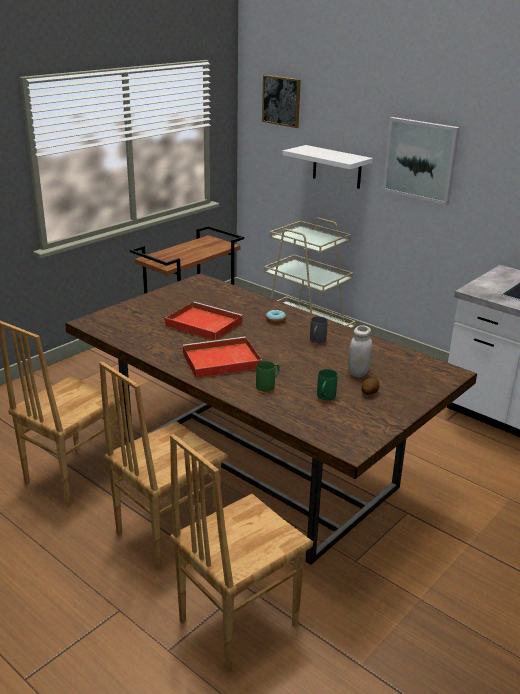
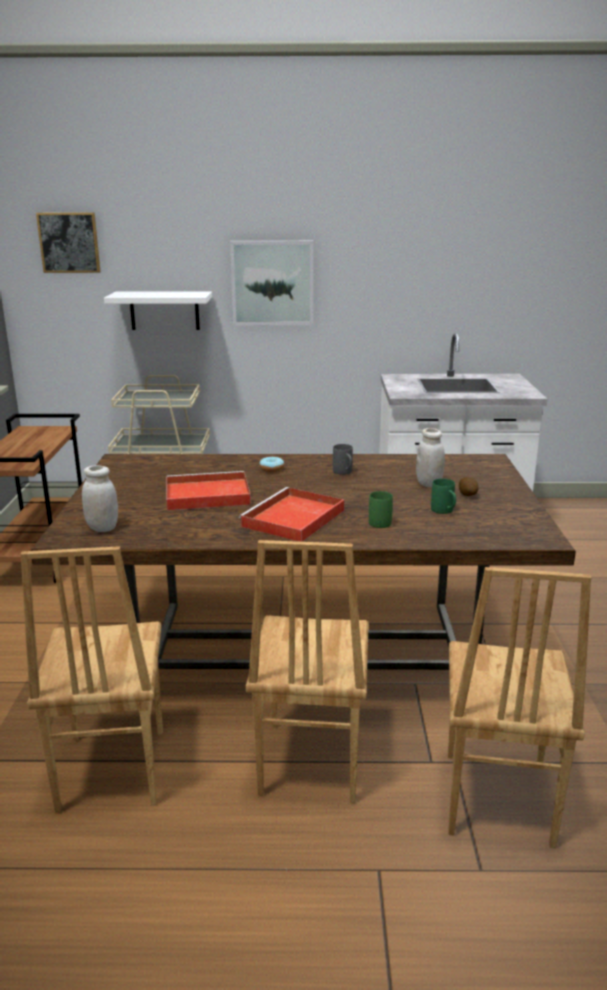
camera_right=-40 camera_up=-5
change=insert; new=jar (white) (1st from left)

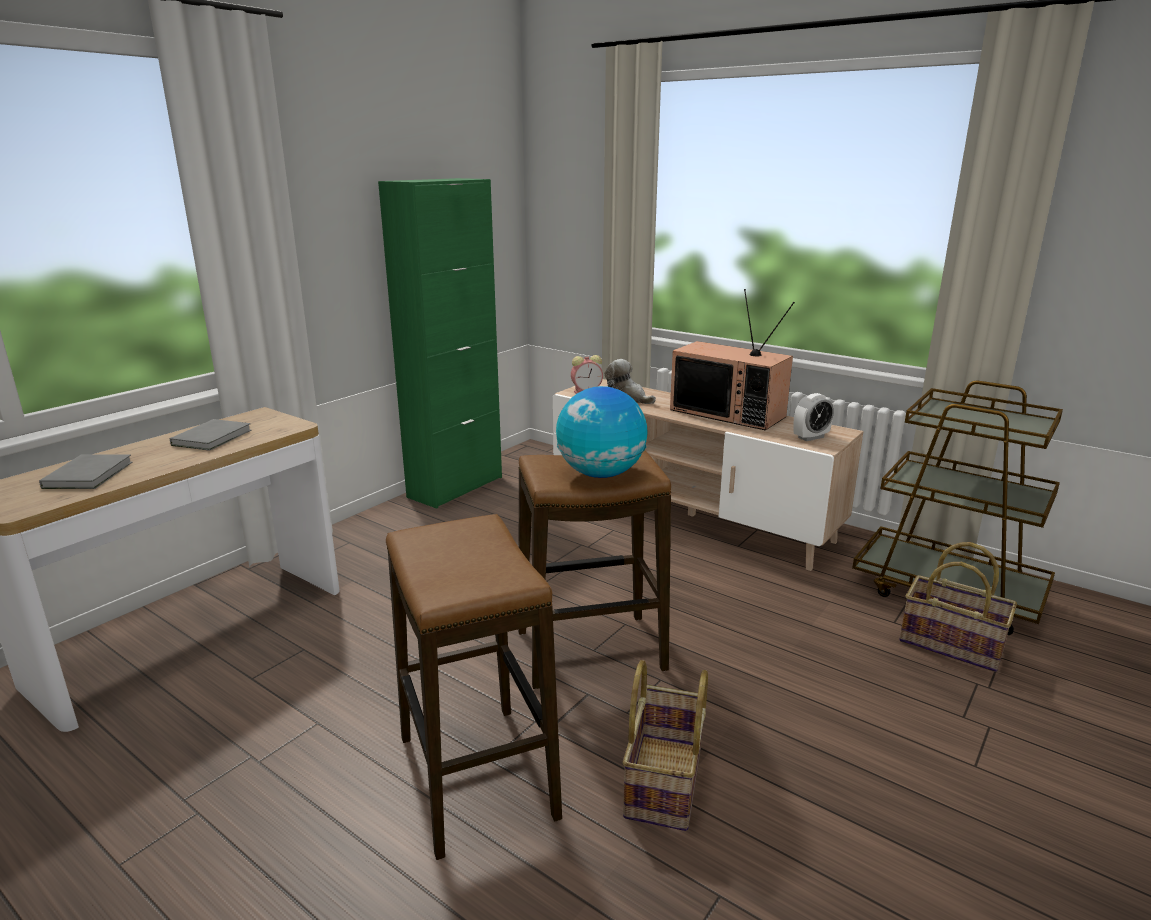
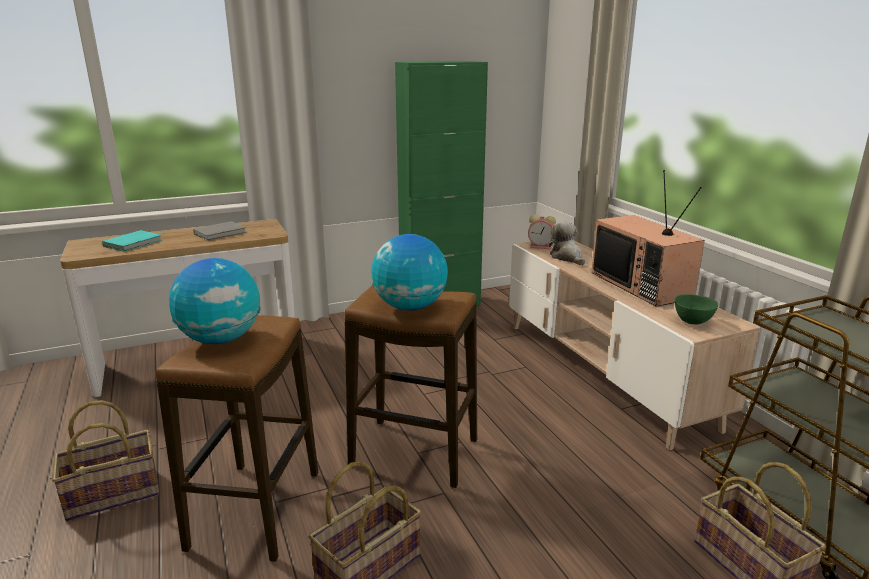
camera_right=30 camera_up=0
change=replace; old=table clock (2nd from left); new=deep dish (greenish)
change=recolor; old=bound book (grey) (1st from left); new=bound book (blue-green)
change=insert; new=globe (1st from left)
change=insert; new=household basket (1st from left)

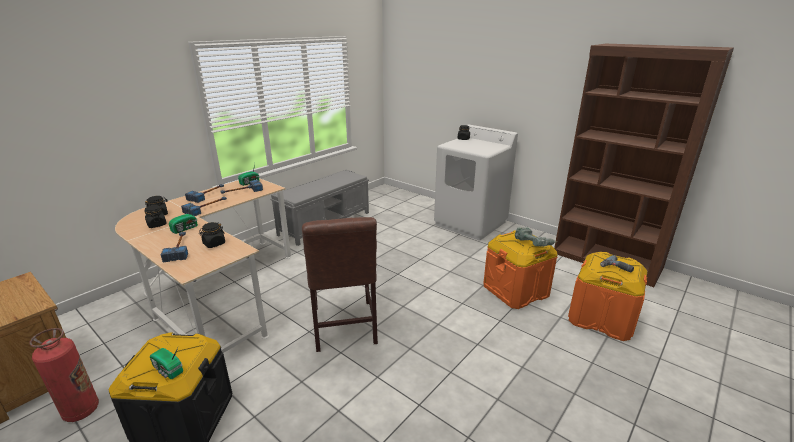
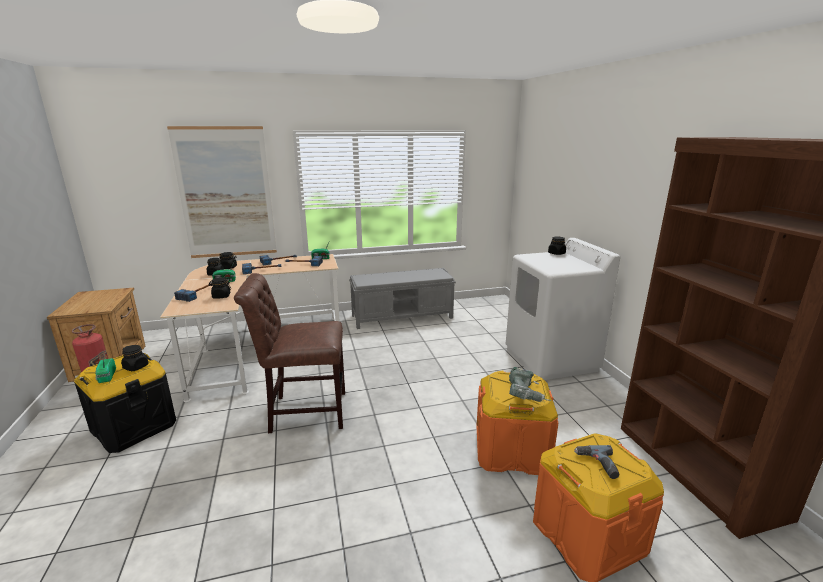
camera_right=35 camera_up=-5
change=rotate; old=plain chair (brown); degrees=60
change=insert; new=wall art
change=insert; new=jar (black) (1st from left)

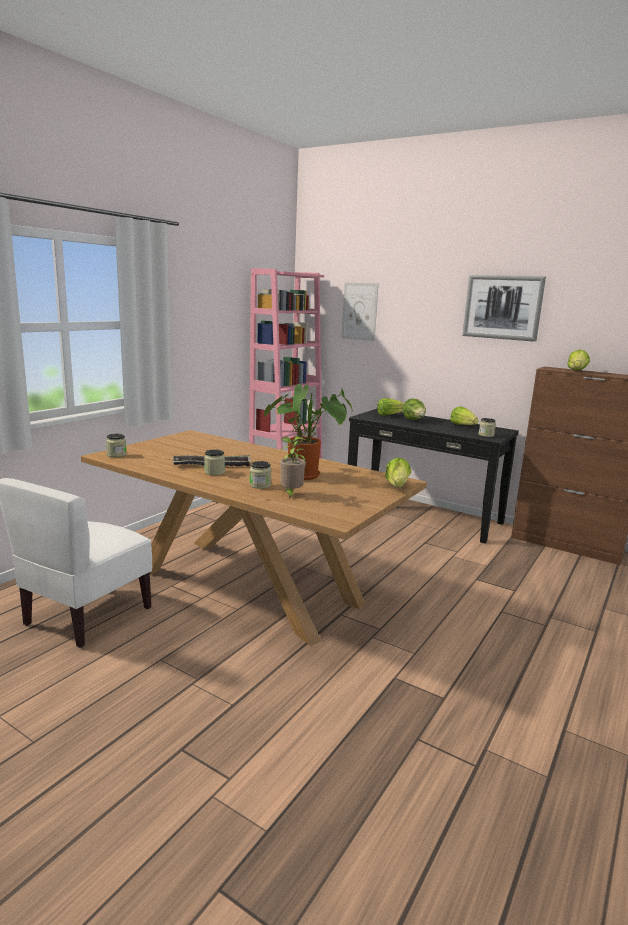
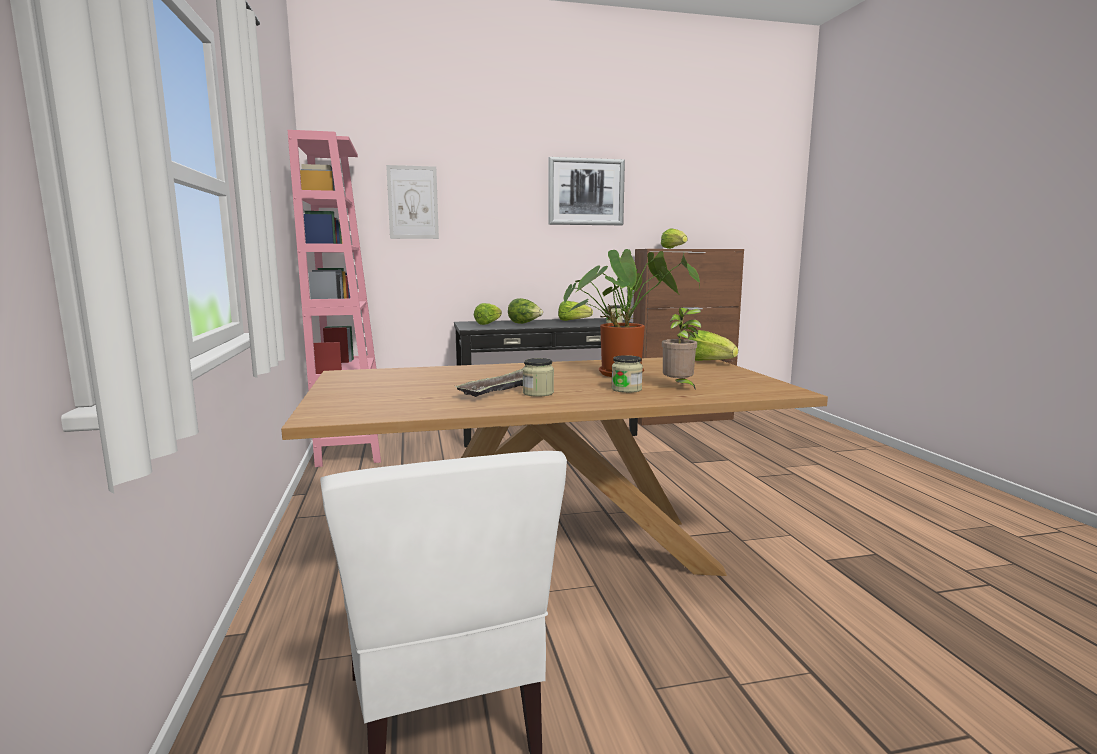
camera_right=-45 camera_up=-5
change=delete; old=jar (1st from left)

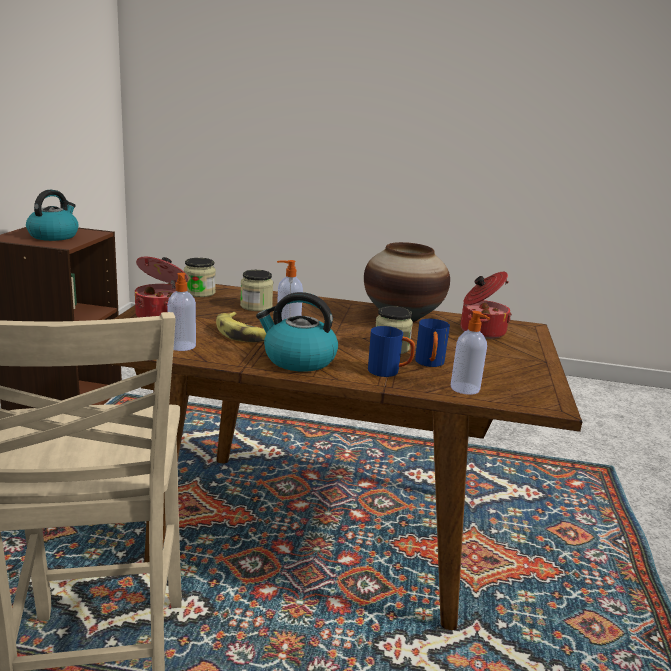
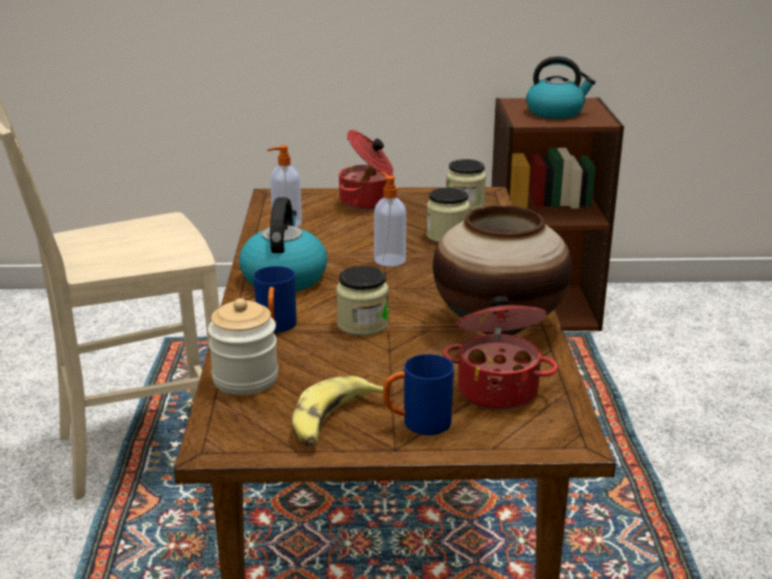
camera_right=80 camera_up=5
change=replace; old=liquid soap bottle (3rd from left); new=jar (1st from left)
change=move; old=banana fruit
change=move; old=tea mug (blue) (2nd from left)

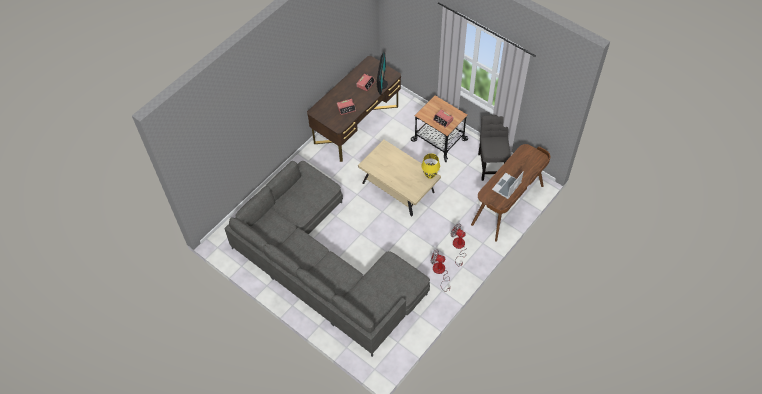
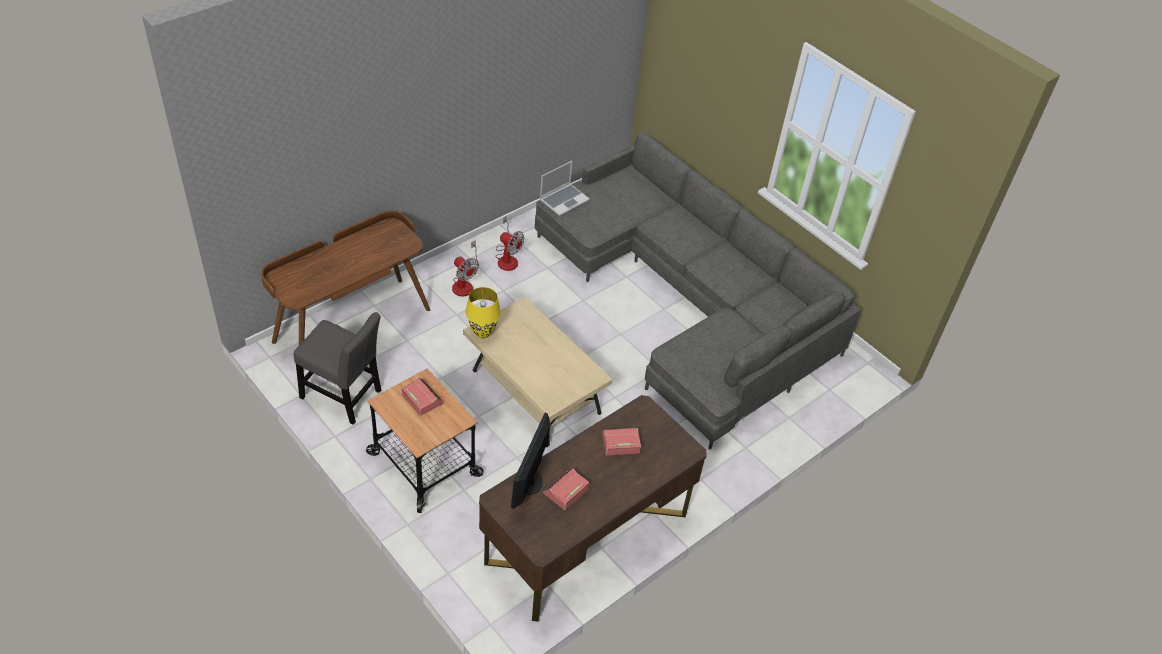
camera_right=-175 camera_up=-10
change=rotate; old=plain chair (grey); degrees=-75
change=move; old=notebook computer

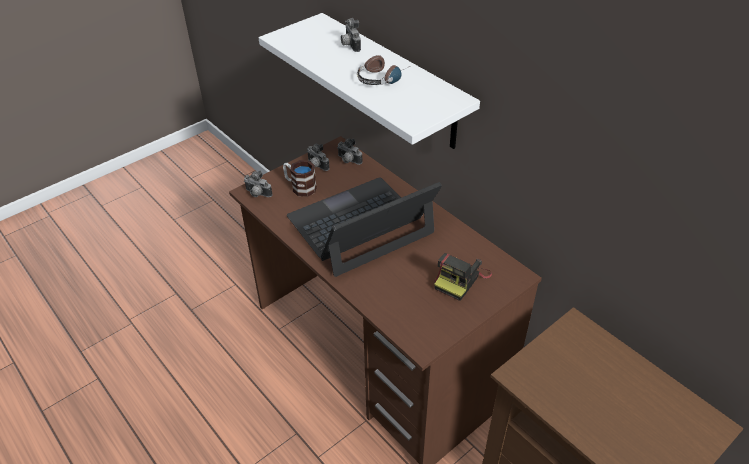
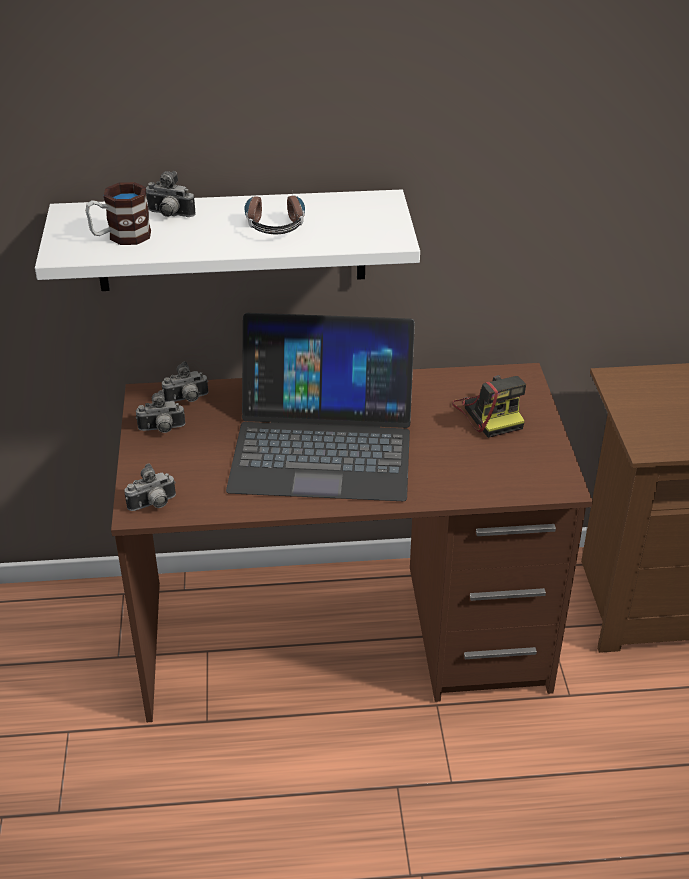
camera_right=-55 camera_up=-5
change=move; old=tea mug
change=rotate; old=notebook computer; degrees=-90

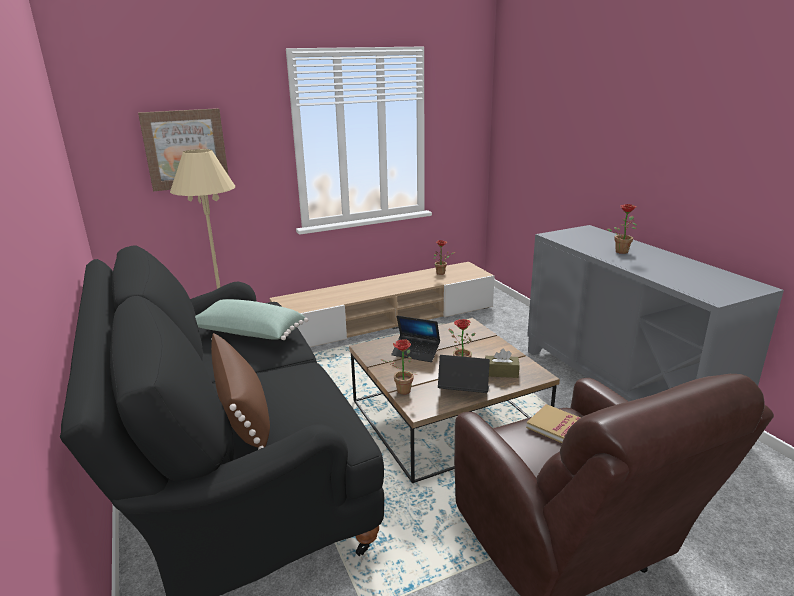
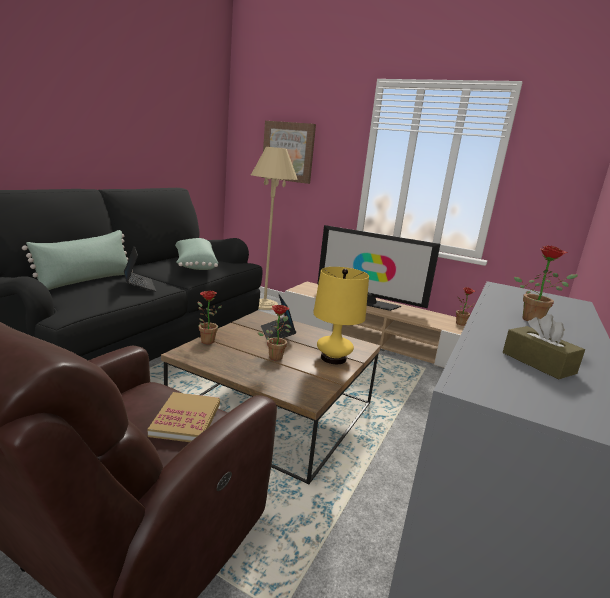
camera_right=50 camera_up=-5
change=recolor; old=pillow (brown); new=pillow (greenish) (1st from left)
change=move; old=tissue box (brown)
change=move; old=notebook computer (2nd from left in the first image); new=notebook computer (1st from left)
change=insert; new=TV
change=insert; new=lamp for a table (yellow)

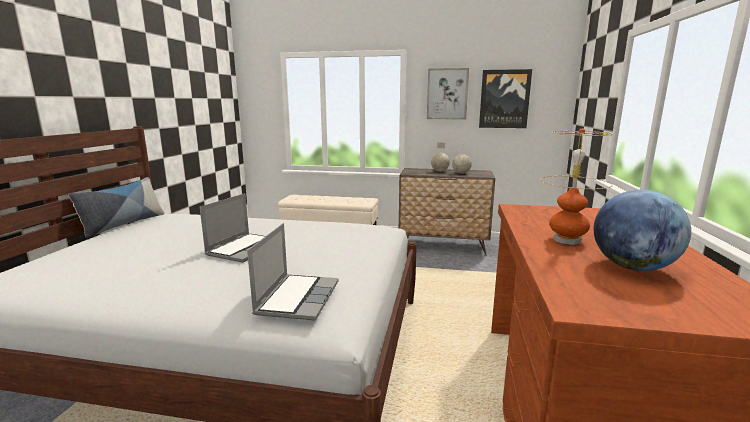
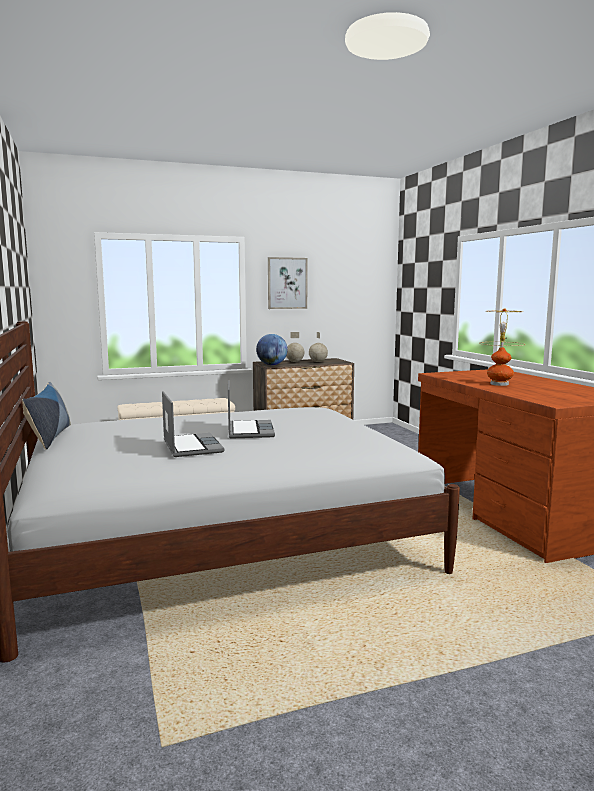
camera_right=-30 camera_up=-5
change=delete; old=wall art (2nd from left)
change=move; old=globe (3rd from left in the first image); new=globe (1st from left)
change=move; old=notebook computer (2nd from left in the first image); new=notebook computer (1st from left)

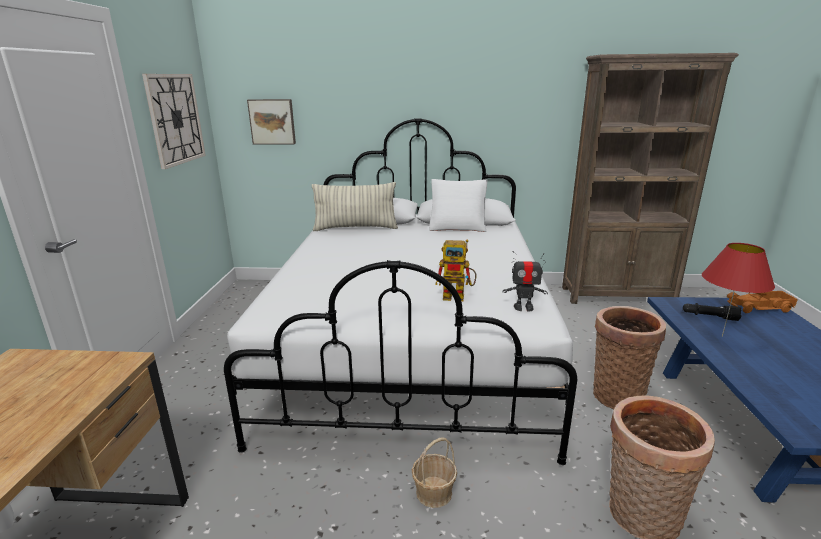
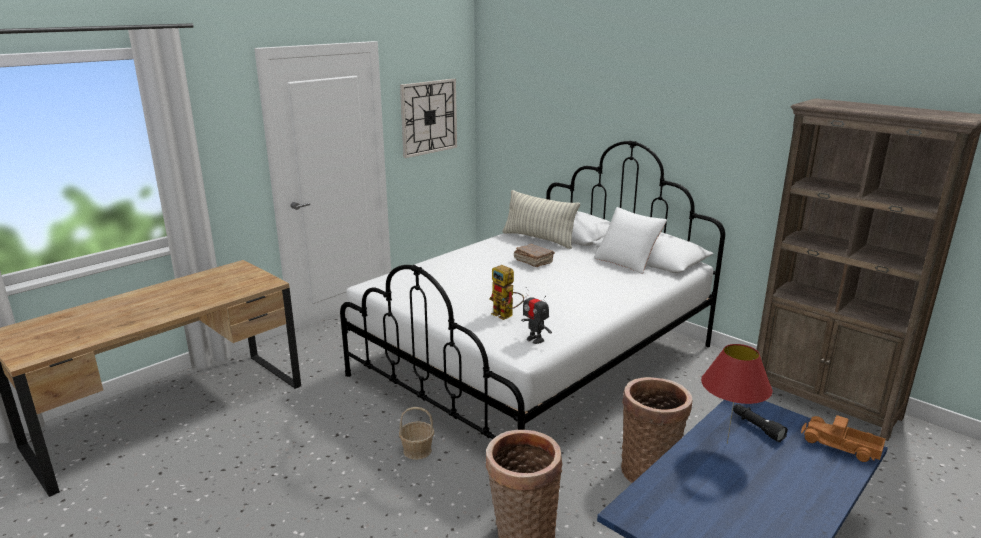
camera_right=40 camera_up=0
change=delete; old=wall art
change=insert; new=bound book (brown)

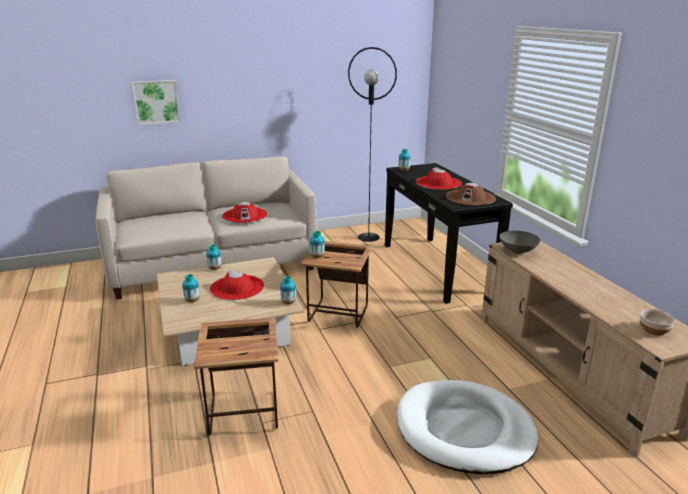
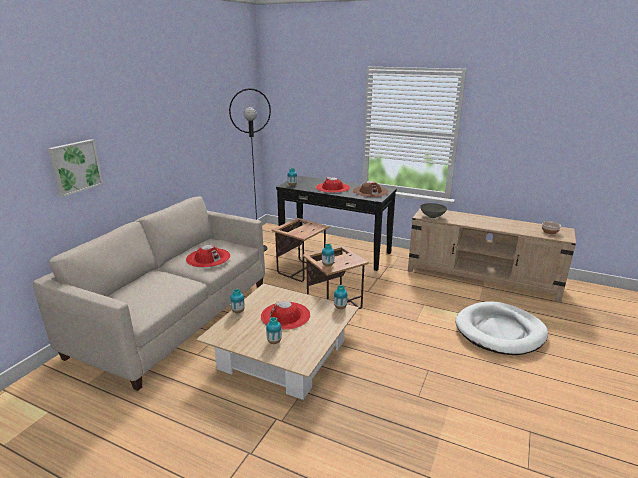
camera_right=-45 camera_up=0
change=move; old=accent table (1st from left)

